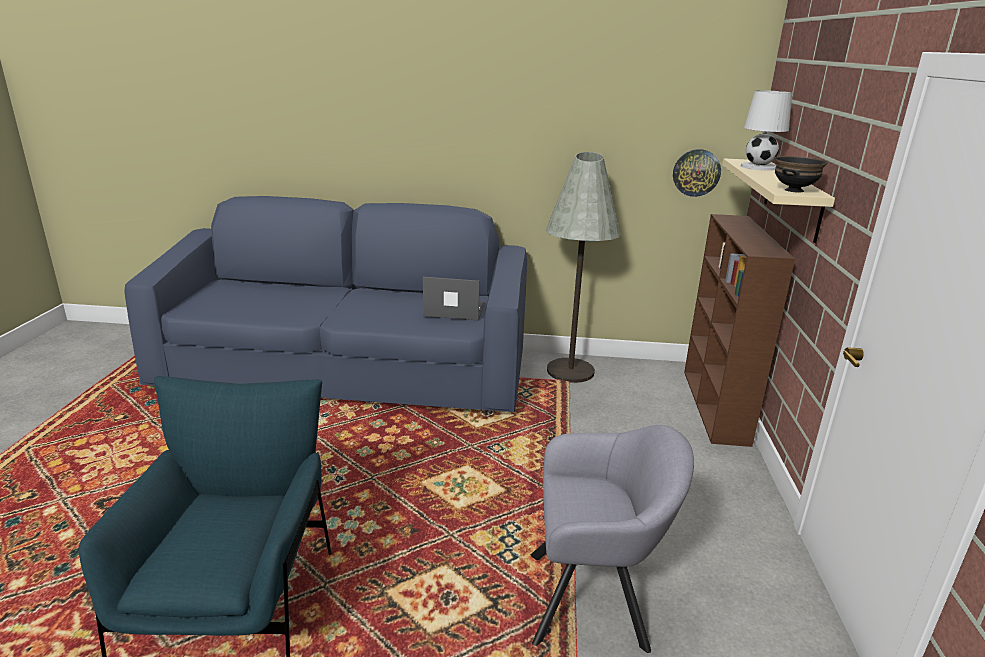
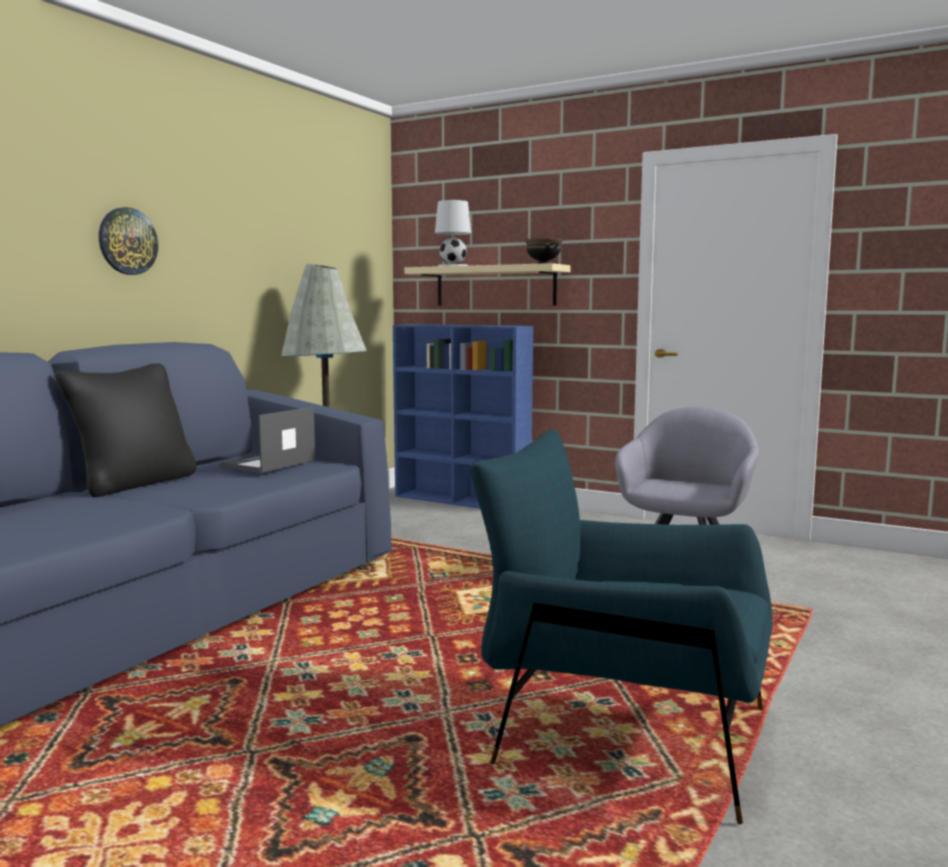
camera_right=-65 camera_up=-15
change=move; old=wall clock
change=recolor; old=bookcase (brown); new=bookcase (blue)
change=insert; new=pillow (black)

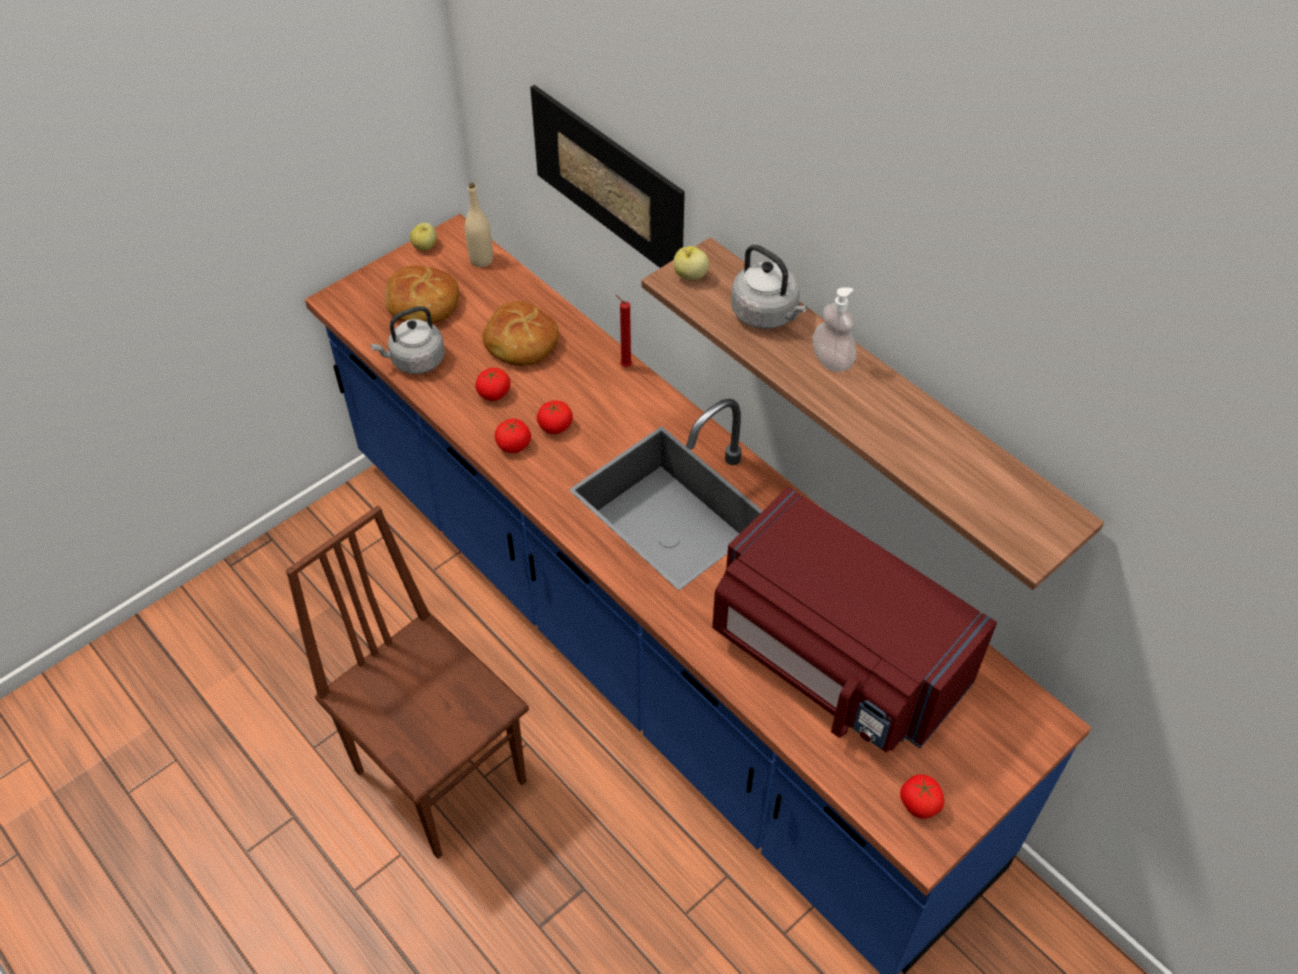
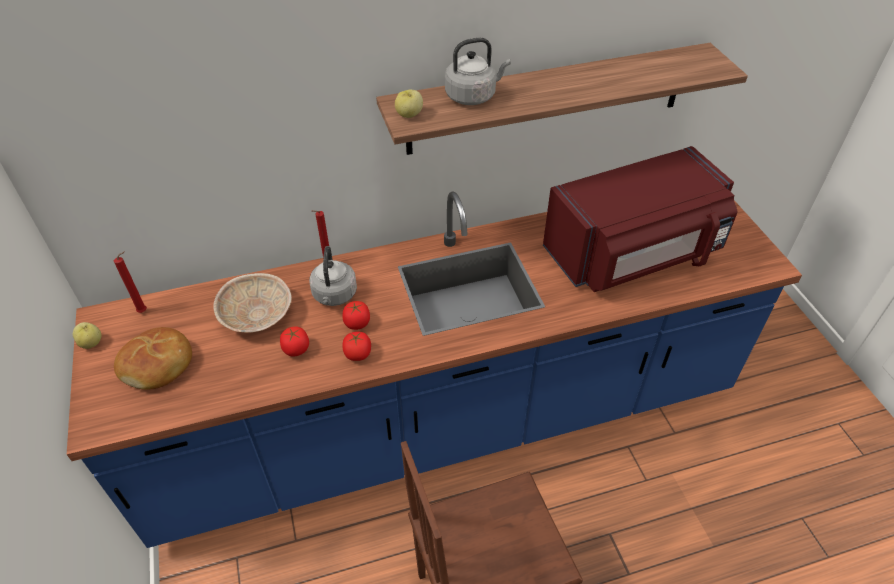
camera_right=-65 camera_up=-5
change=delete; old=wall art
change=replace; old=beverage bottle (beige); new=wax light (reddish) (1st from left)
change=delete; old=liquid soap bottle
change=replace; old=baked bread (2nd from left); new=deep dish (beige)
change=move; old=tea kettle (grey) (1st from left)
change=delete; old=tomato (4th from left)

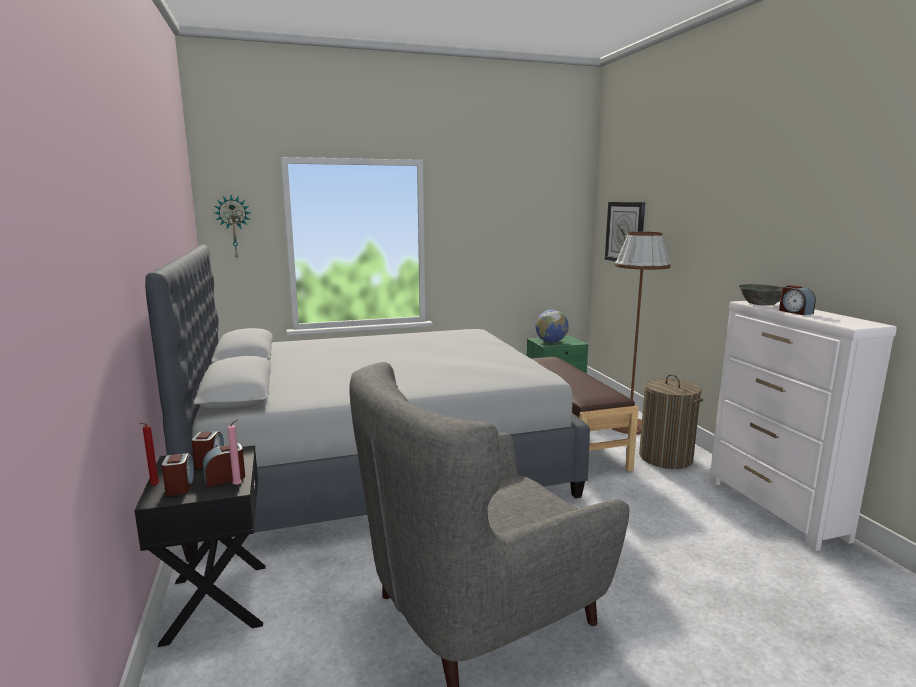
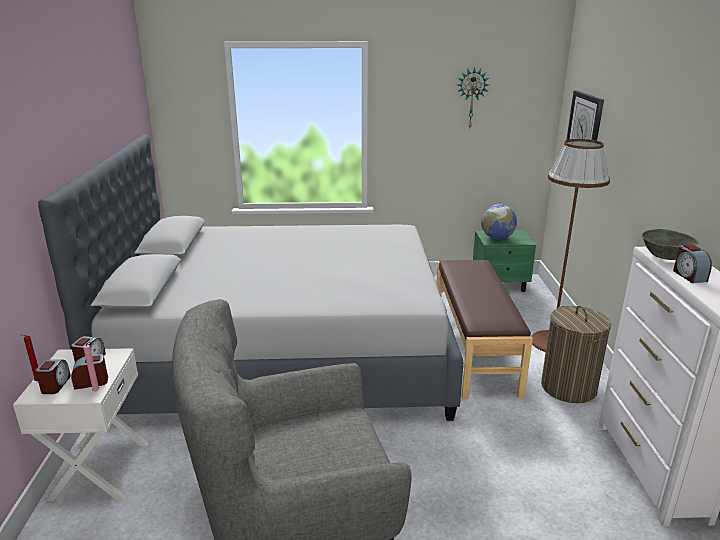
camera_right=15 camera_up=10
change=move; old=wall clock (1st from left)
change=recolor; old=night table (black); new=night table (white)

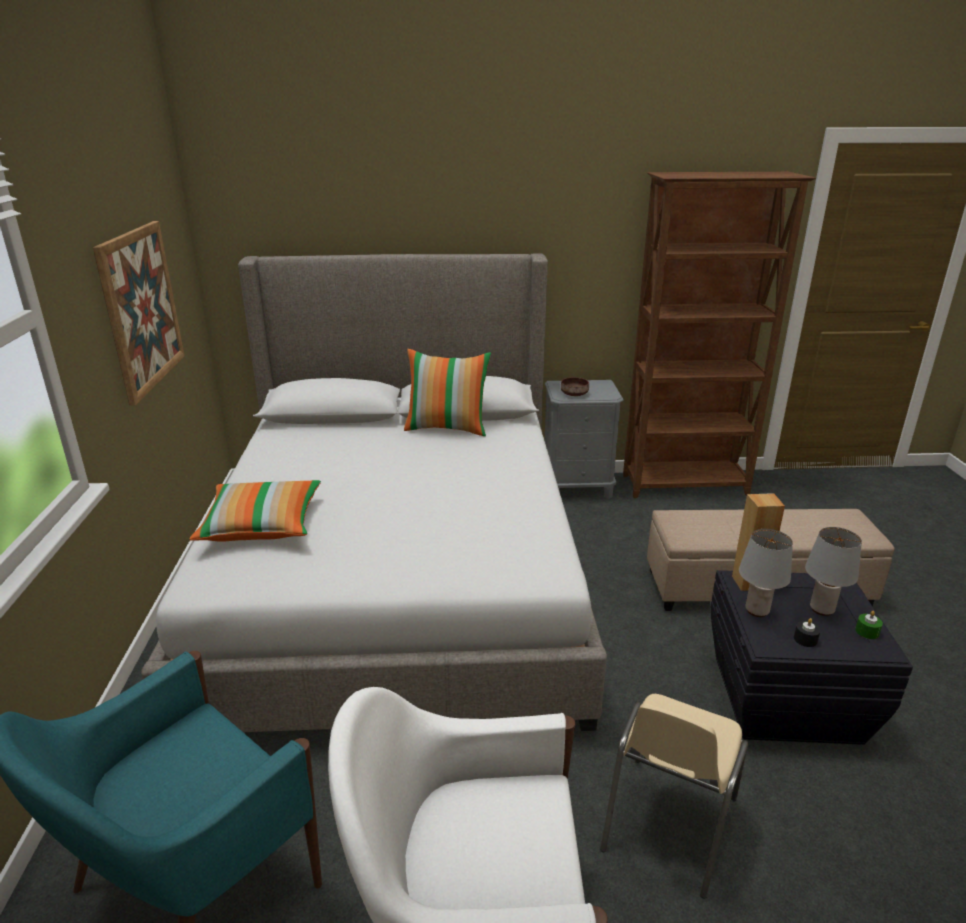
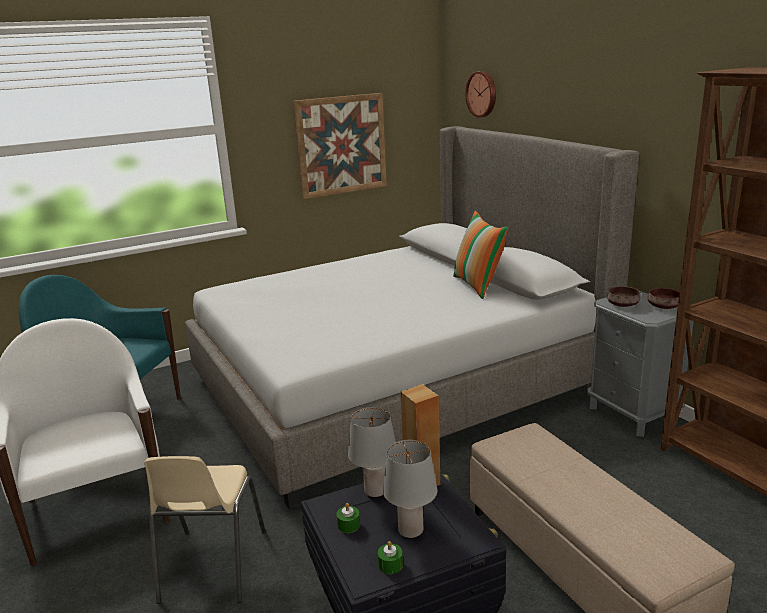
camera_right=65 camera_up=-5
change=delete; old=pillow (1st from left)
change=recolor; old=wax light (black); new=wax light (greenish) (1st from left)
change=rotate; old=plain chair (beige); degrees=-90
change=insert; new=wall clock
change=insert; new=deep dish (brown) (2nd from left)

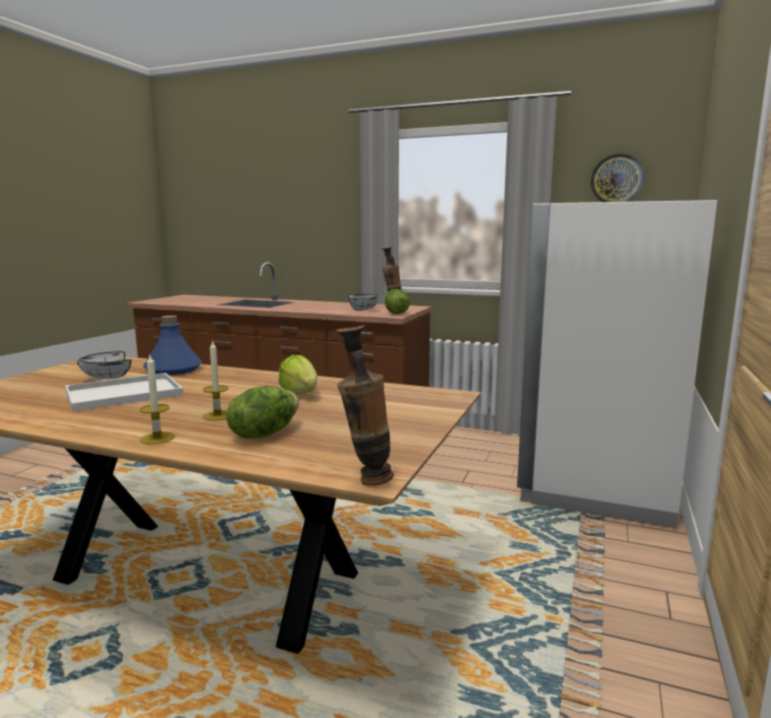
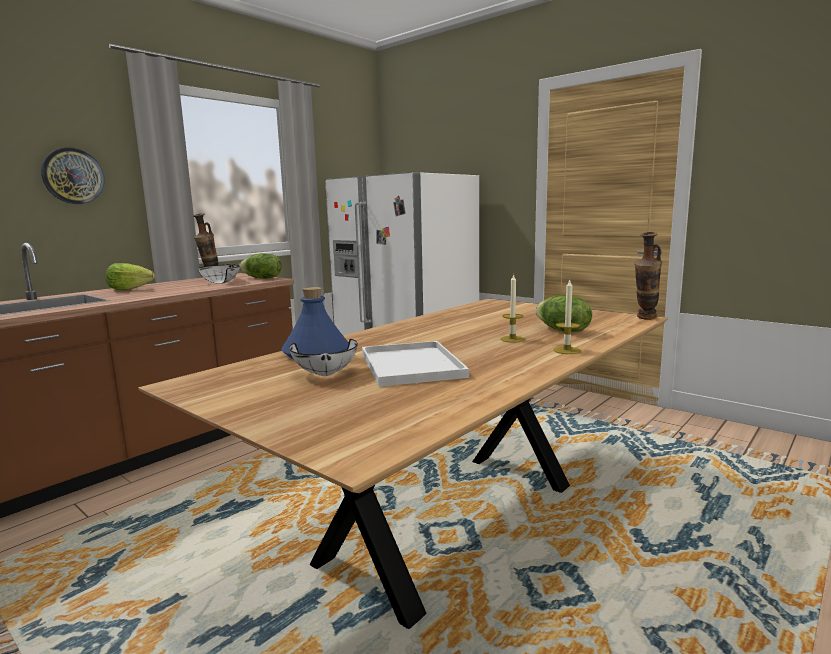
camera_right=-70 camera_up=0
change=move; old=wall clock
change=move; old=lettuce (2nd from left in the first image); new=lettuce (1st from left)

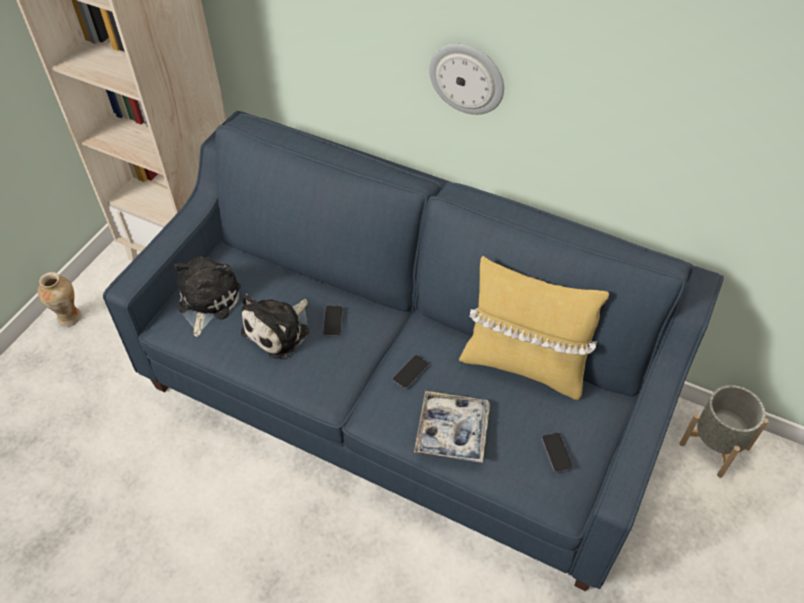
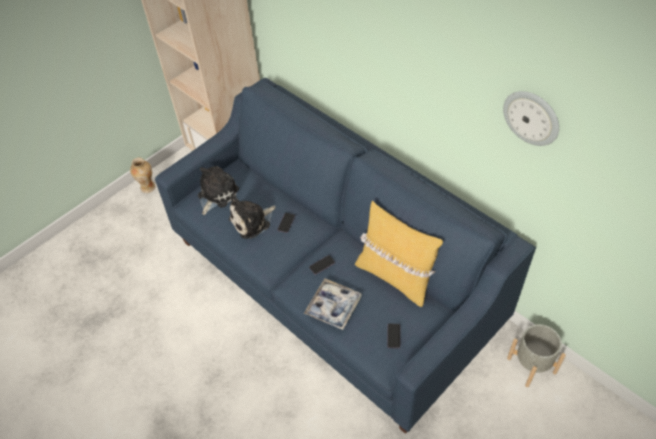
camera_right=20 camera_up=0
change=move; old=wall clock

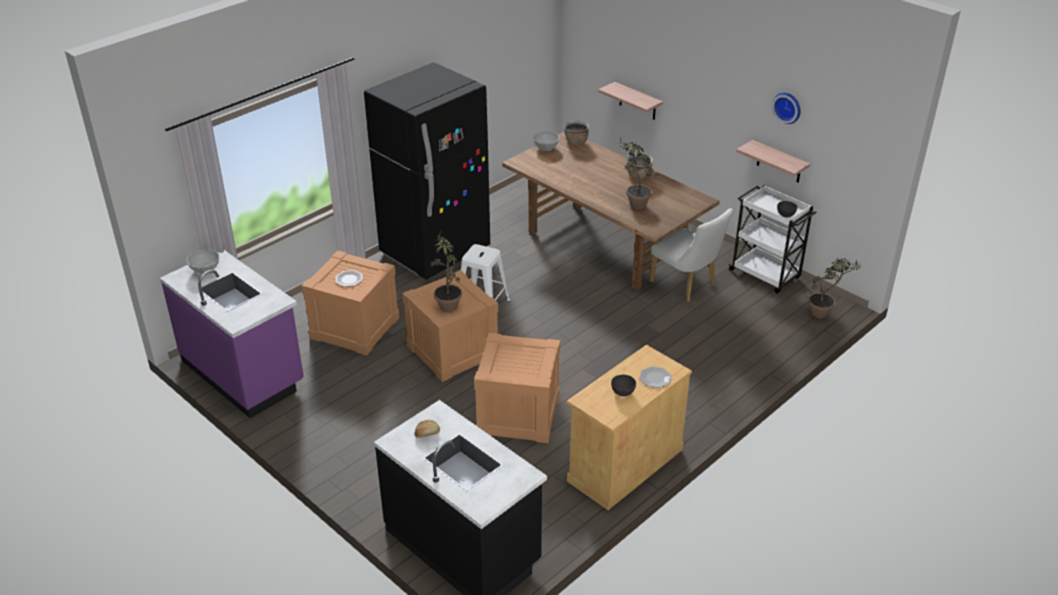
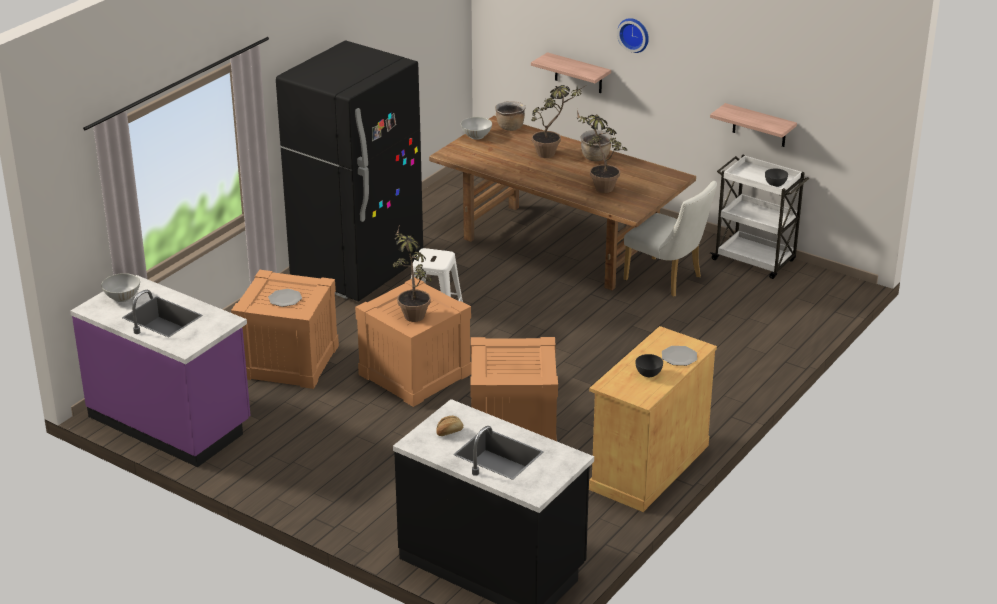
camera_right=-10 camera_up=-5
change=move; old=wall clock
change=move; old=houseplant (3rd from left in the first image); new=houseplant (2nd from left)

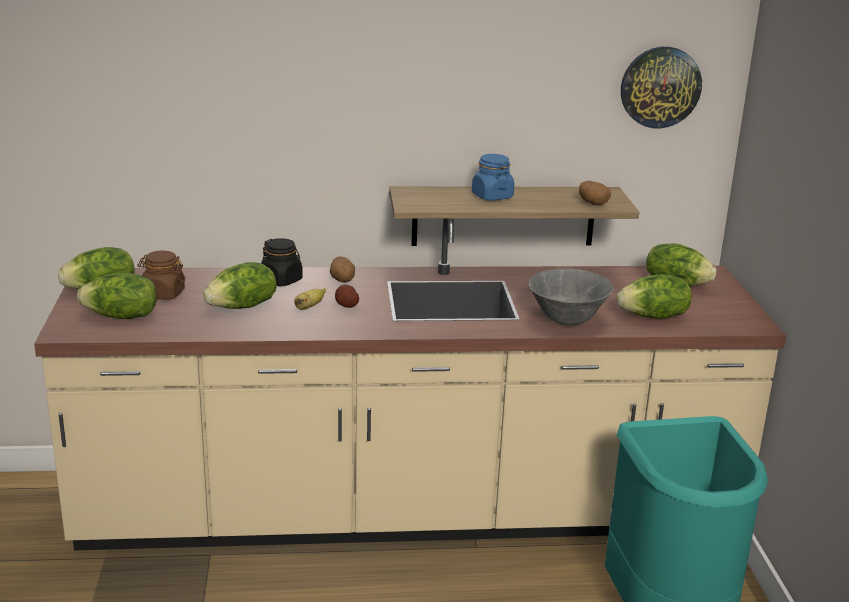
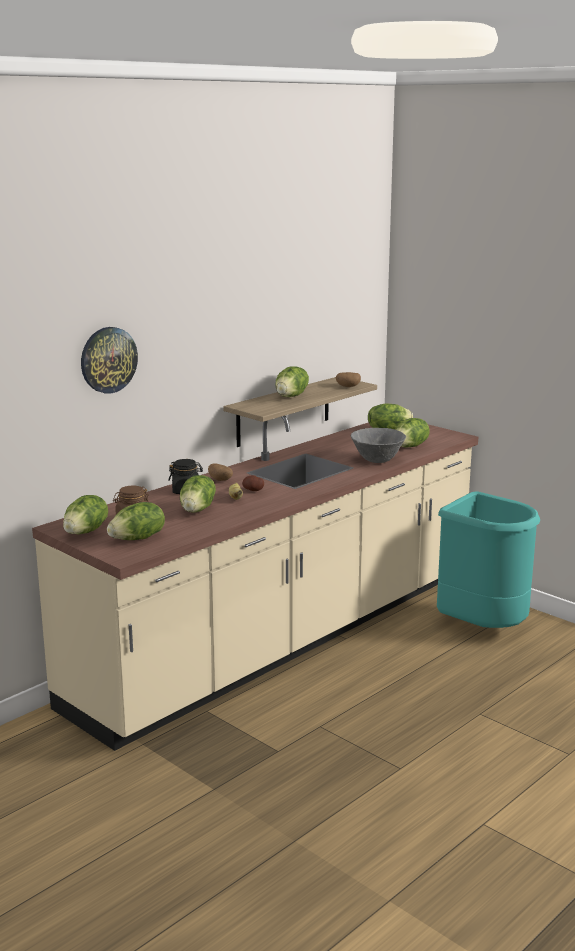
camera_right=-40 camera_up=-5
change=move; old=wall clock
change=replace; old=jar (blue); new=lettuce (4th from left)

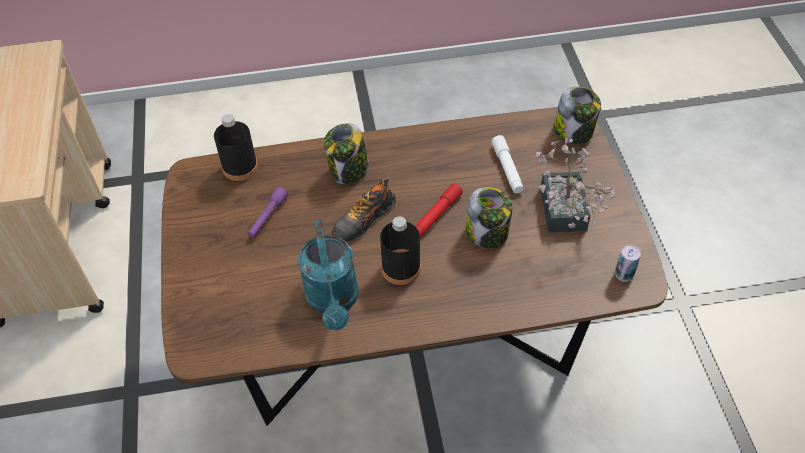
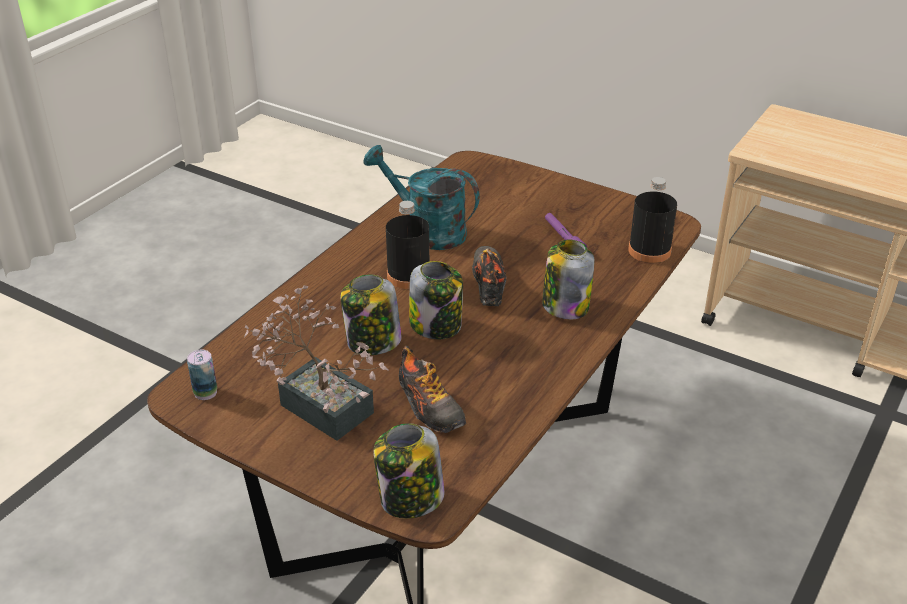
camera_right=130 camera_up=-15
change=replace; old=hand torch (white); new=low shoe (1st from left)
change=replace; old=hand torch (reddish); new=jar (3rd from left)

